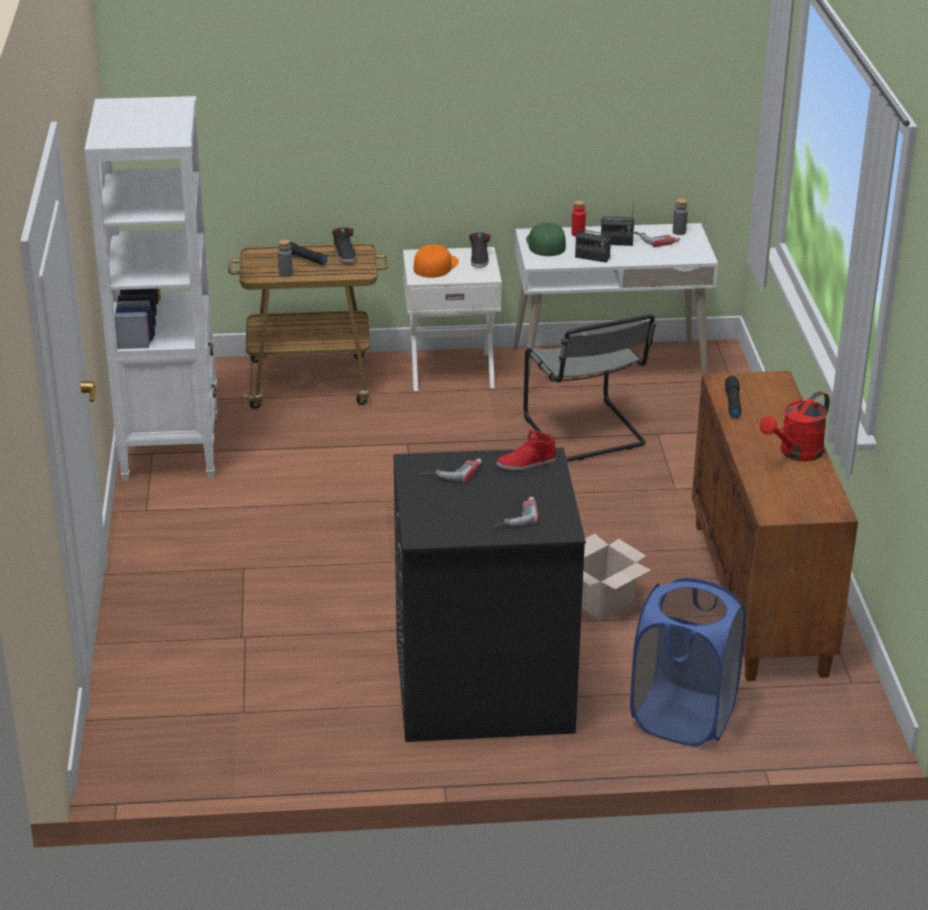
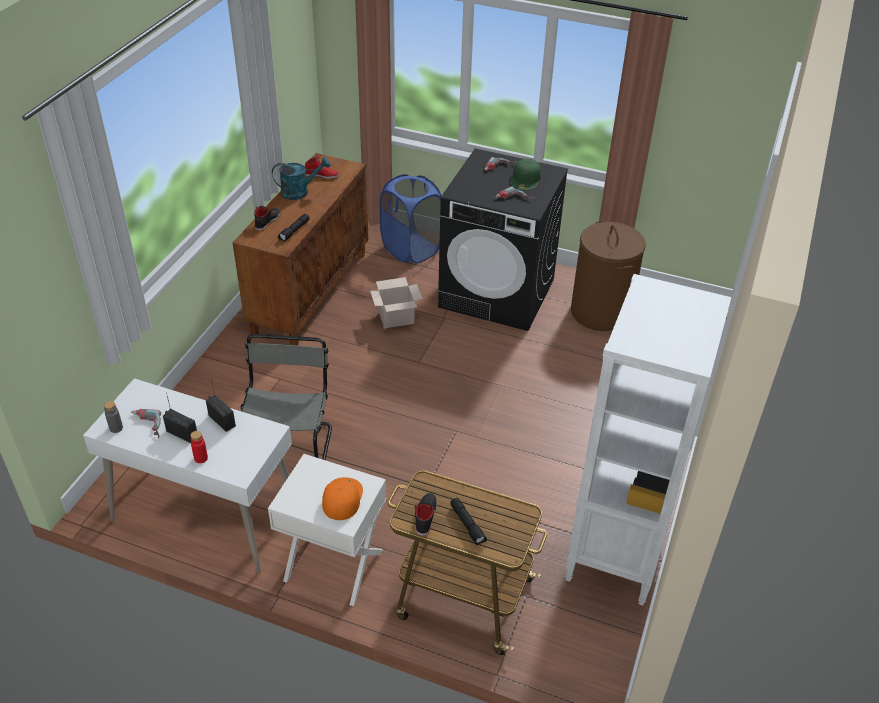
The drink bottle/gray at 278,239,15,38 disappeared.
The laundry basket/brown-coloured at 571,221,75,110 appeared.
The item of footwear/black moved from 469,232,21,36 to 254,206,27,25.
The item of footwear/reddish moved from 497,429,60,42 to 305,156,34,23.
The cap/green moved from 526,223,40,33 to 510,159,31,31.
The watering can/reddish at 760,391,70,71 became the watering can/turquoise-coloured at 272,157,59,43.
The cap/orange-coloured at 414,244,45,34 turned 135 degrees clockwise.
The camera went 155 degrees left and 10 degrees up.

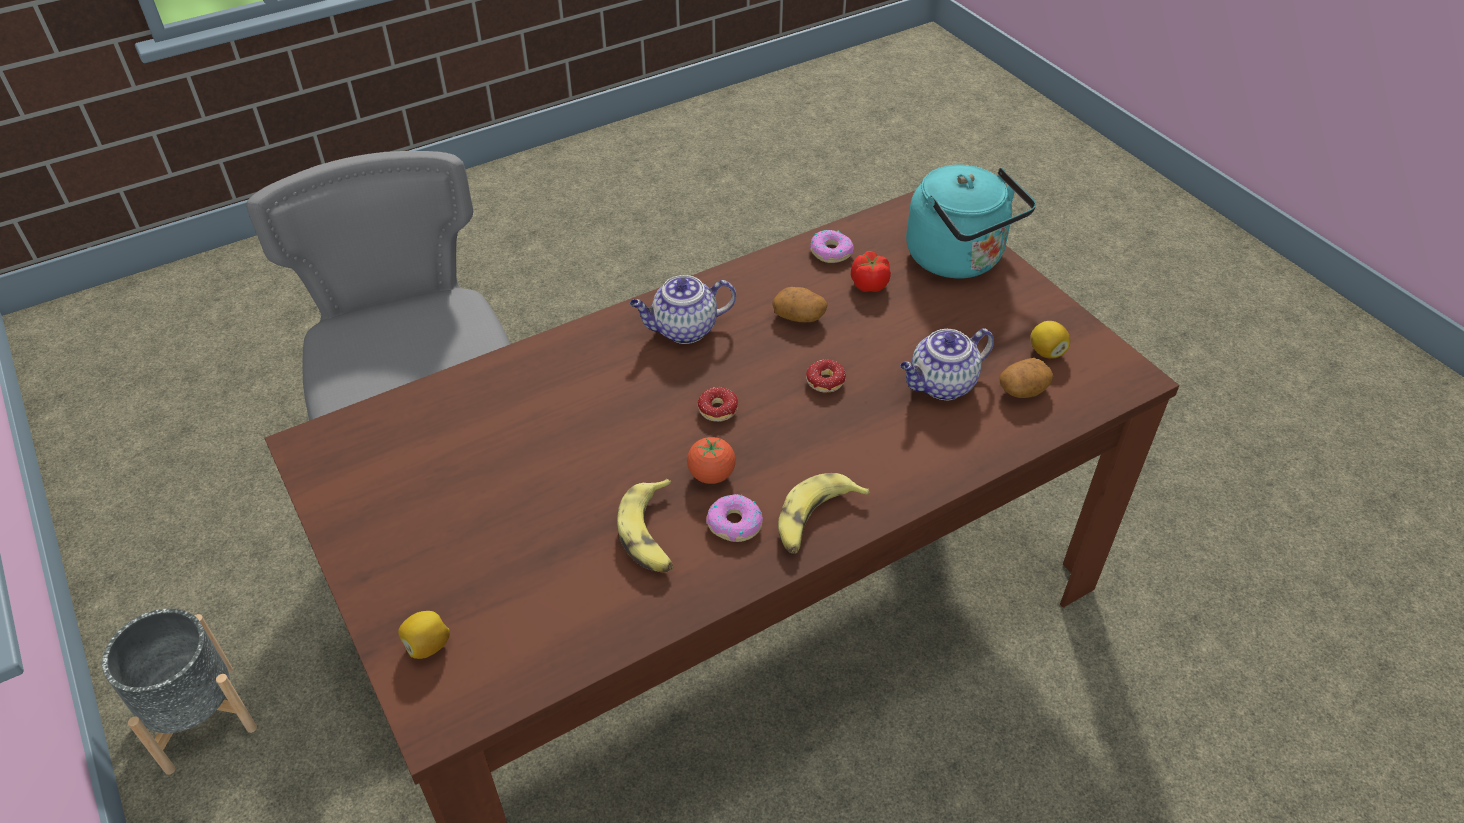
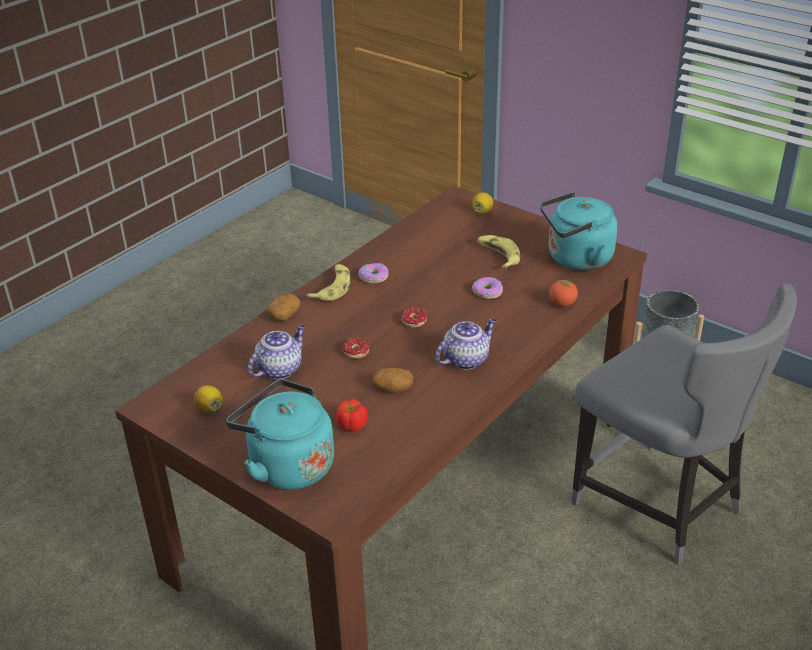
The tea kettle/turquoise-coloured at 540,192,77,79 appeared.
The banana moved from 617,479,56,93 to 477,235,43,34.
The fresh tomato moved from 687,437,49,47 to 549,280,29,27.
The ring doughnut moved from 810,230,44,33 to 472,277,31,22.
The spud moved from 1000,358,53,40 to 267,293,34,28.
The camera went 160 degrees right and 10 degrees down.

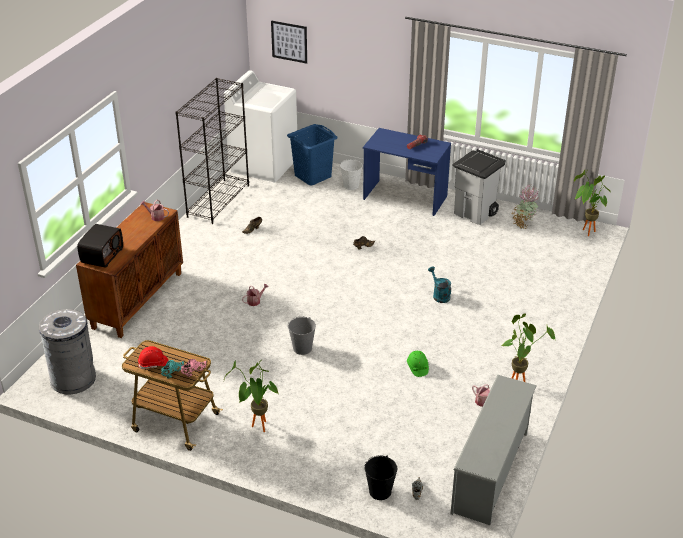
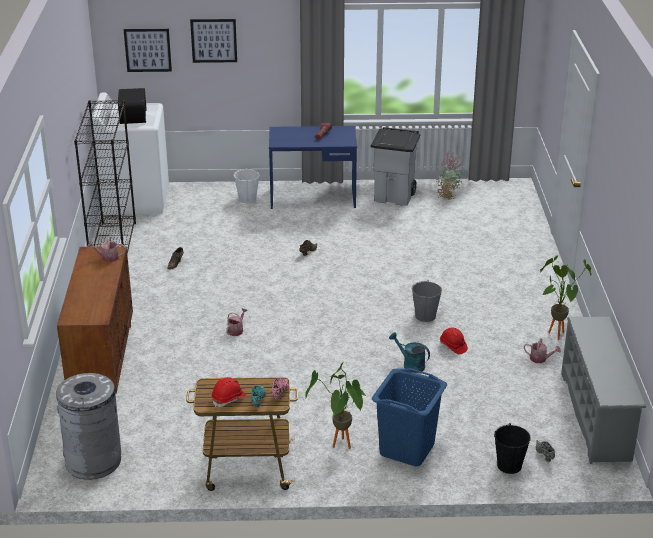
The houseplant at 574,170,36,66 disappeared.
The wall picture at 190,19,47,44 appeared.
The radio receiver moved from 77,224,46,44 to 118,88,29,36.
The laundry basket/blue moved from 287,124,51,61 to 372,368,75,98.
The pail/gray moved from 288,317,28,38 to 412,280,30,42.
The watering can/turquoise-coloured moved from 428,266,23,37 to 389,332,41,41.
The hard hat/green at 407,351,22,26 became the hard hat/reddish at 440,327,28,27.
The camera went 25 degrees left and 5 degrees down.

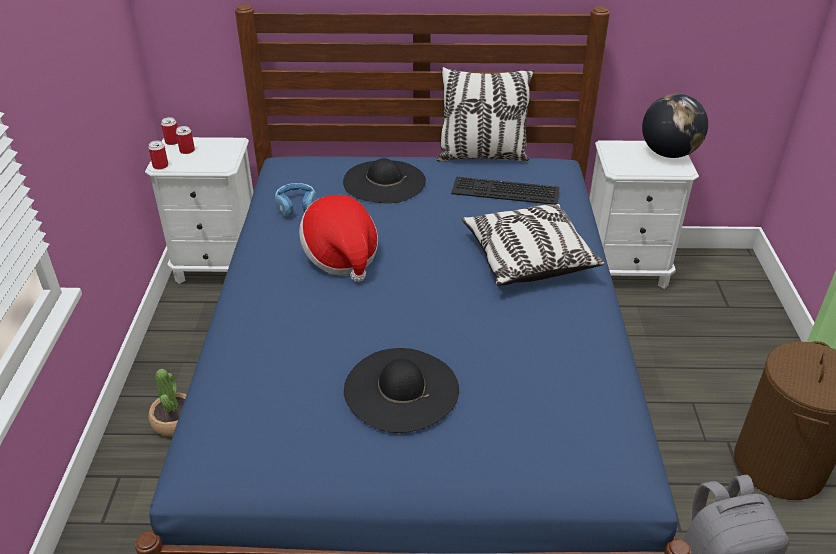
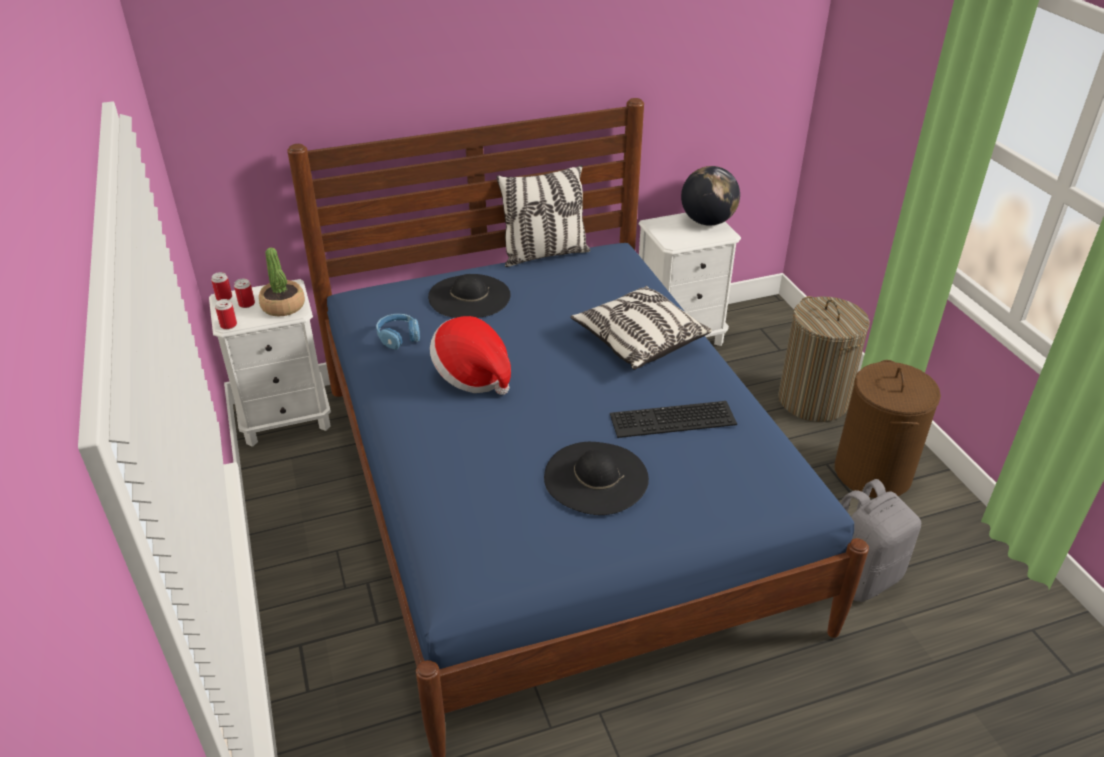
The laundry basket at 778,296,92,126 appeared.
The houseplant moved from 149,369,37,68 to 259,247,46,69.
The computer keyboard moved from 451,177,108,28 to 610,401,127,37.
The camera went 20 degrees left and 0 degrees up.

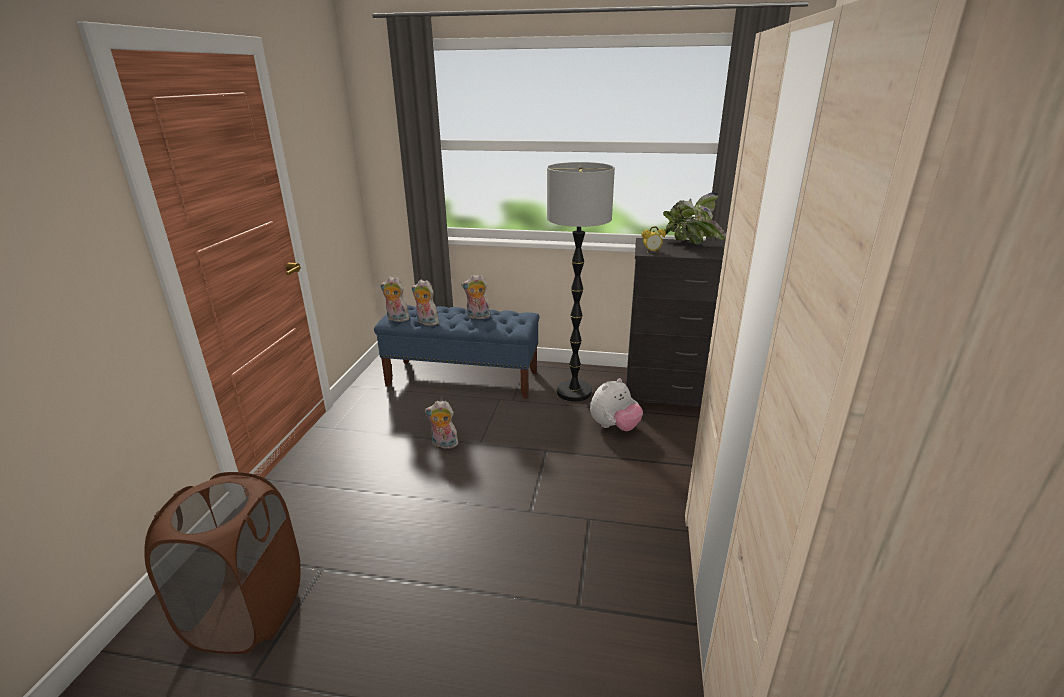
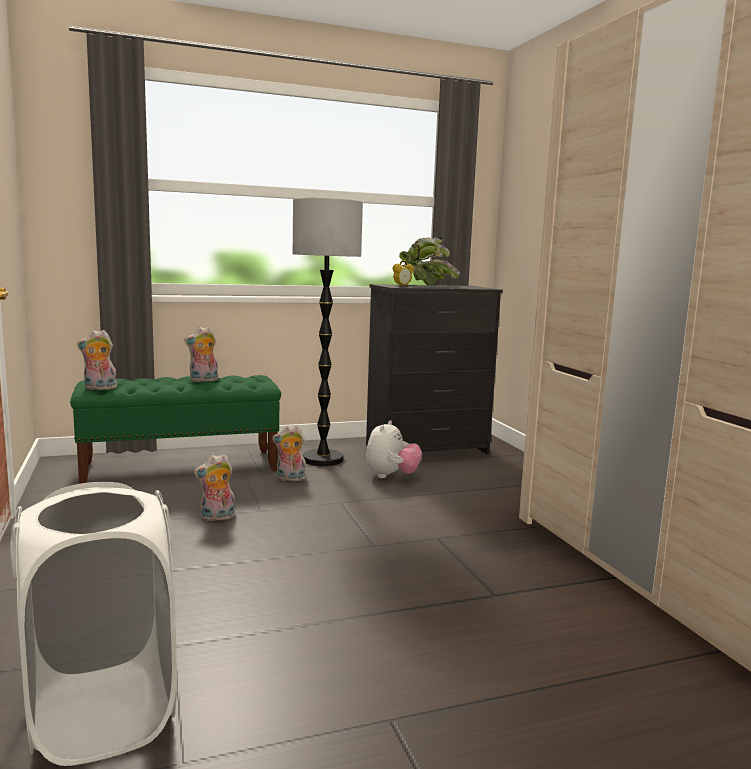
The cuddly toy moved from 412,280,27,46 to 272,425,35,56.
The laundry basket/brown-coloured at 144,472,156,182 became the laundry basket/white at 10,482,167,284.
The indoor bench/blue at 374,305,166,94 became the indoor bench/green at 70,375,211,109.
The camera went 30 degrees left and 15 degrees down.

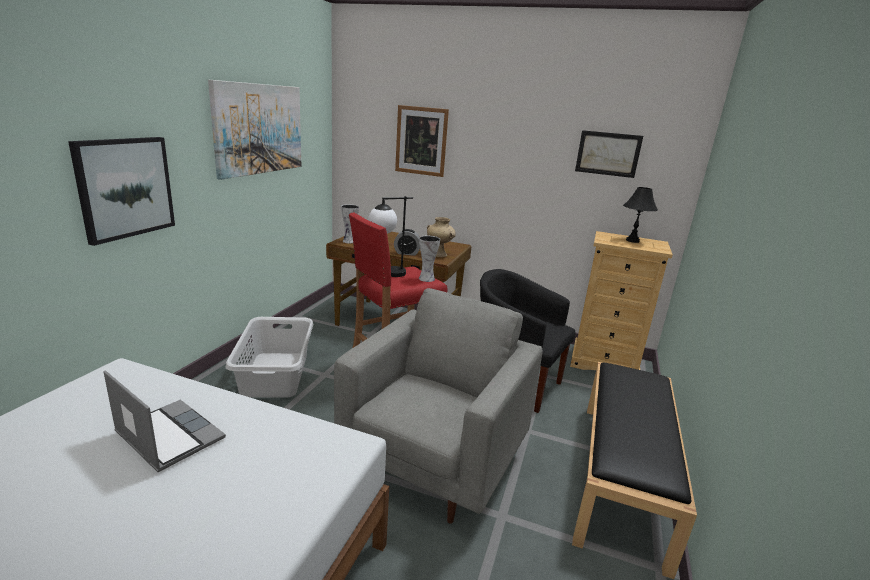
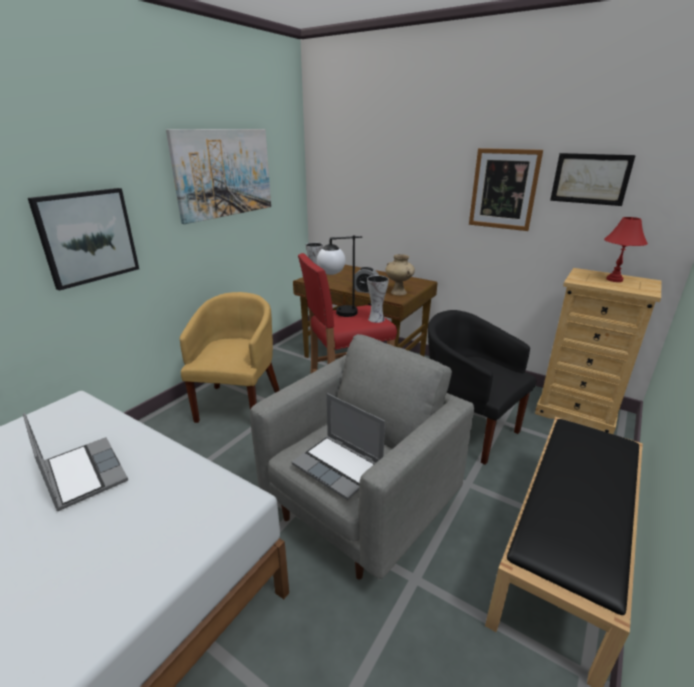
The laptop at 292,393,93,107 appeared.
The wall picture moved from 395,105,54,72 to 469,148,74,83.
The laundry basket/gray at 226,317,87,81 was replaced by the armchair/yellowish at 179,292,101,131.
The table lamp/black at 623,187,35,56 became the table lamp/reddish at 604,217,44,65.
The camera went 15 degrees right and 5 degrees up.

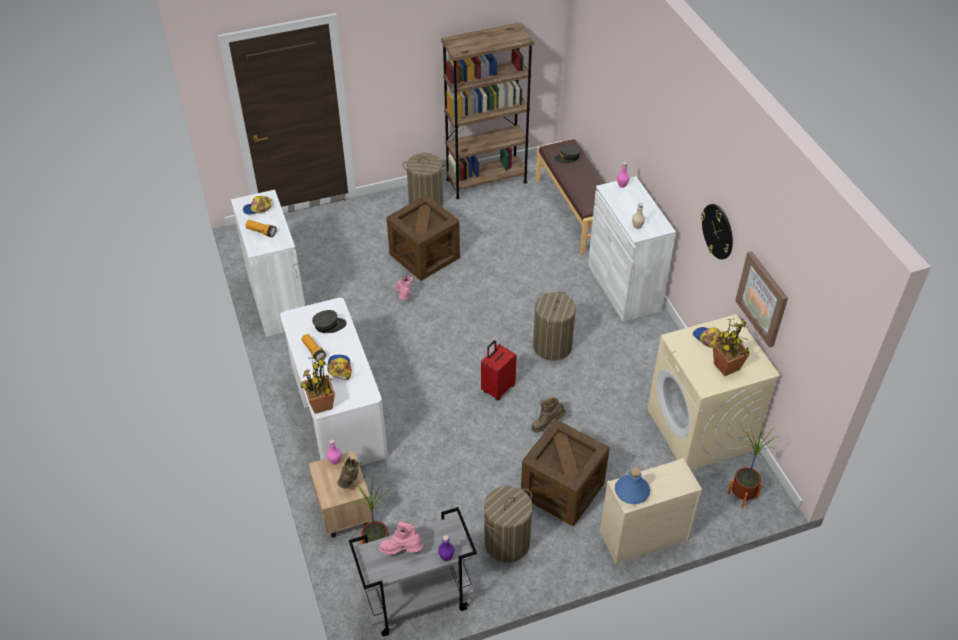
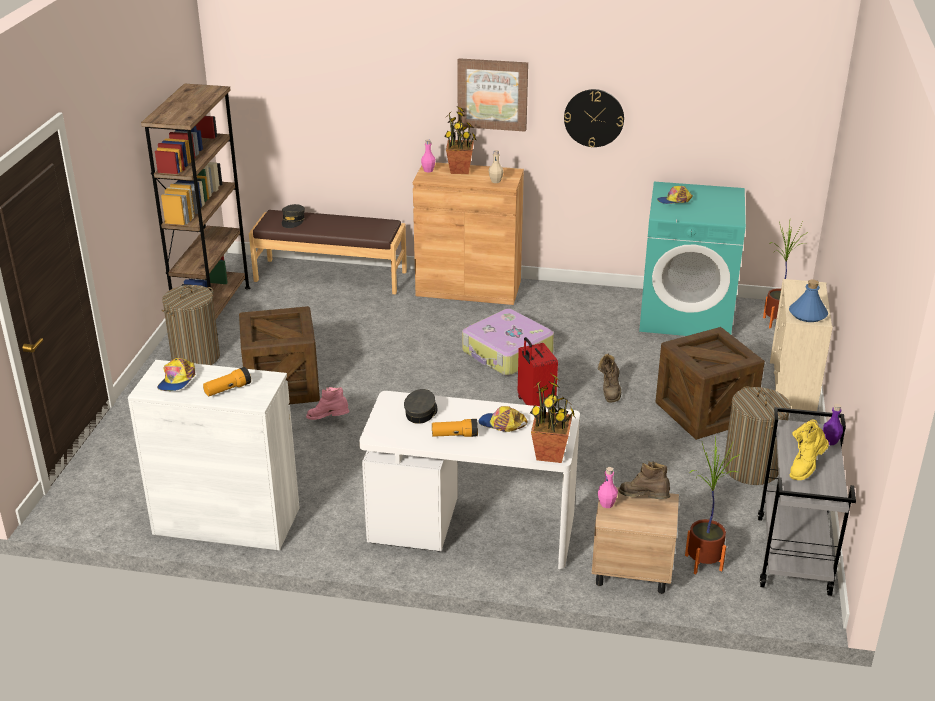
The houseplant moved from 712,318,38,58 to 444,107,33,67.
The wall picture moved from 735,251,53,97 to 457,58,71,74.
The laundry basket at 533,291,43,70 was replaced by the travel case at 462,309,92,67.
The high-top boot/pink-coloured at 379,522,44,33 became the high-top boot/yellowish at 790,420,39,60.
The cabinet/white at 588,176,88,146 became the cabinet/brown-coloured at 413,162,111,143.
The laundry appliance/beige at 647,314,133,156 became the laundry appliance/turquoise-coloured at 639,182,107,154.
The camera went 60 degrees left and 15 degrees down.

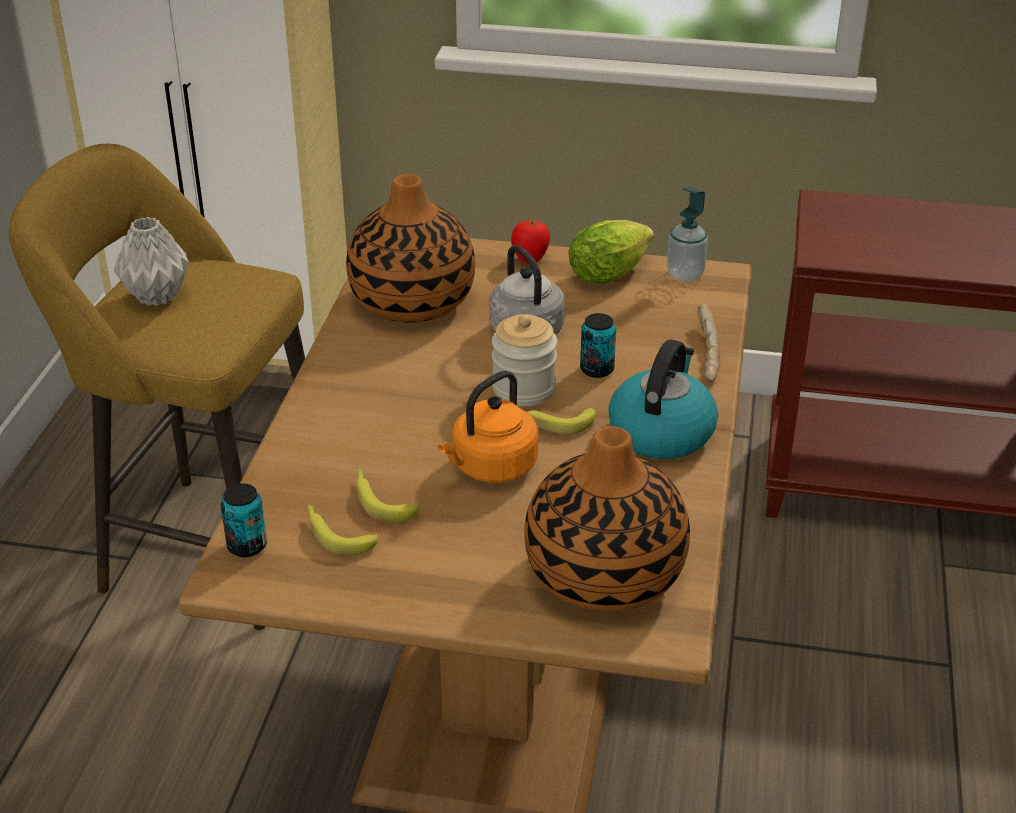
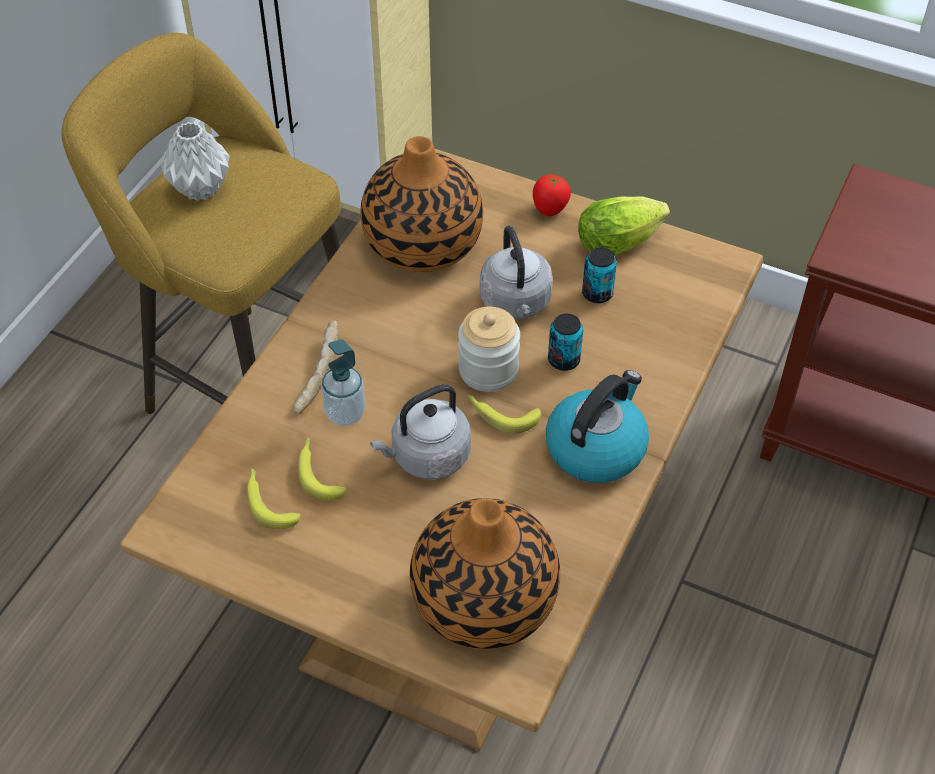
The metal can moved from 221,483,46,74 to 582,247,35,56.
The soap dispenser moved from 667,187,41,95 to 321,339,44,87.
The baked bread moved from 698,303,22,79 to 293,320,46,94.
The tea kettle/orange-coloured at 438,371,100,112 became the tea kettle/gray at 370,384,101,95.
The camera went 15 degrees right and 15 degrees up.

